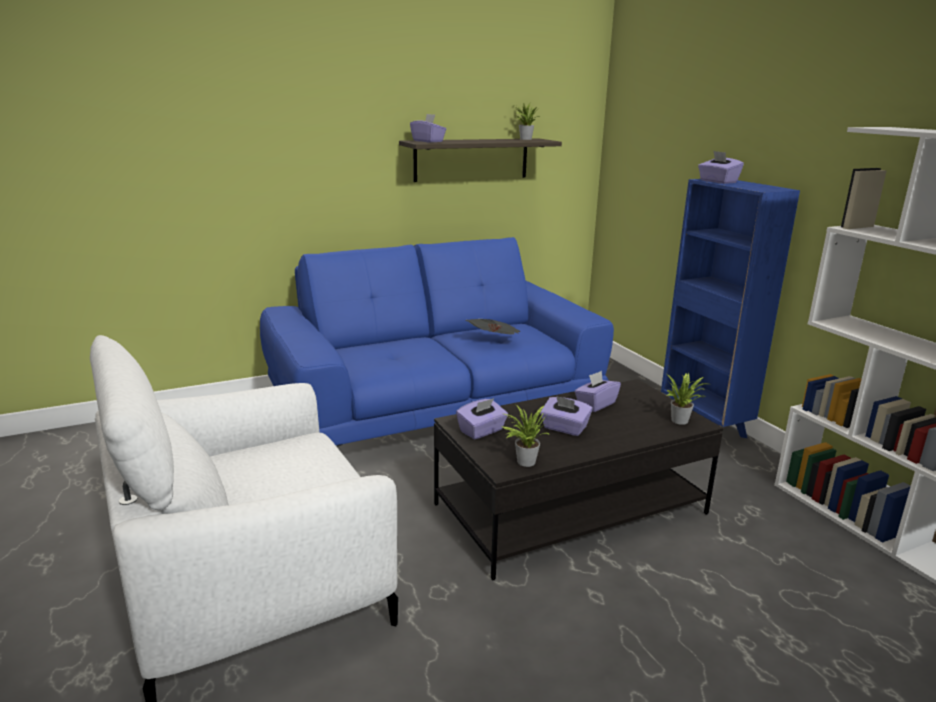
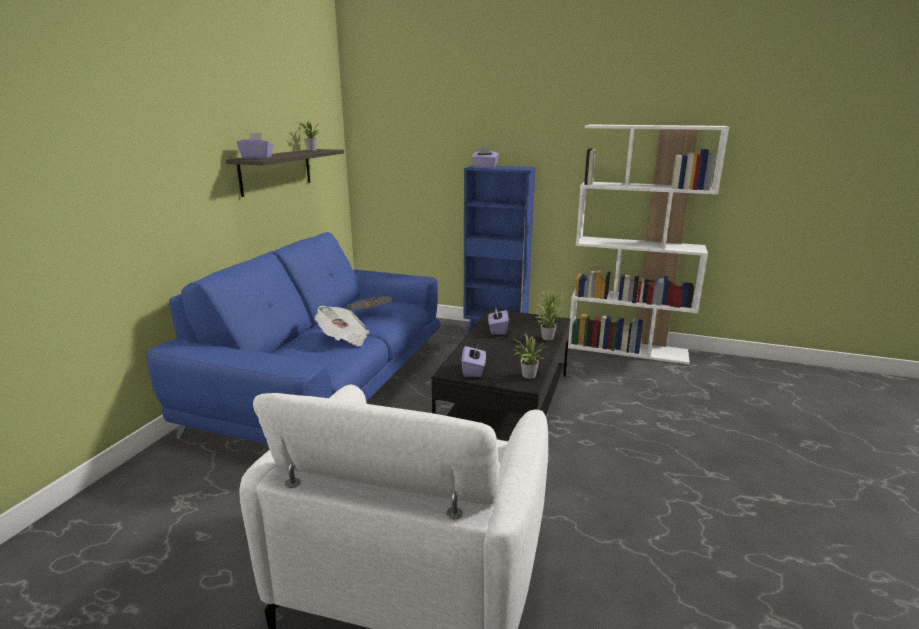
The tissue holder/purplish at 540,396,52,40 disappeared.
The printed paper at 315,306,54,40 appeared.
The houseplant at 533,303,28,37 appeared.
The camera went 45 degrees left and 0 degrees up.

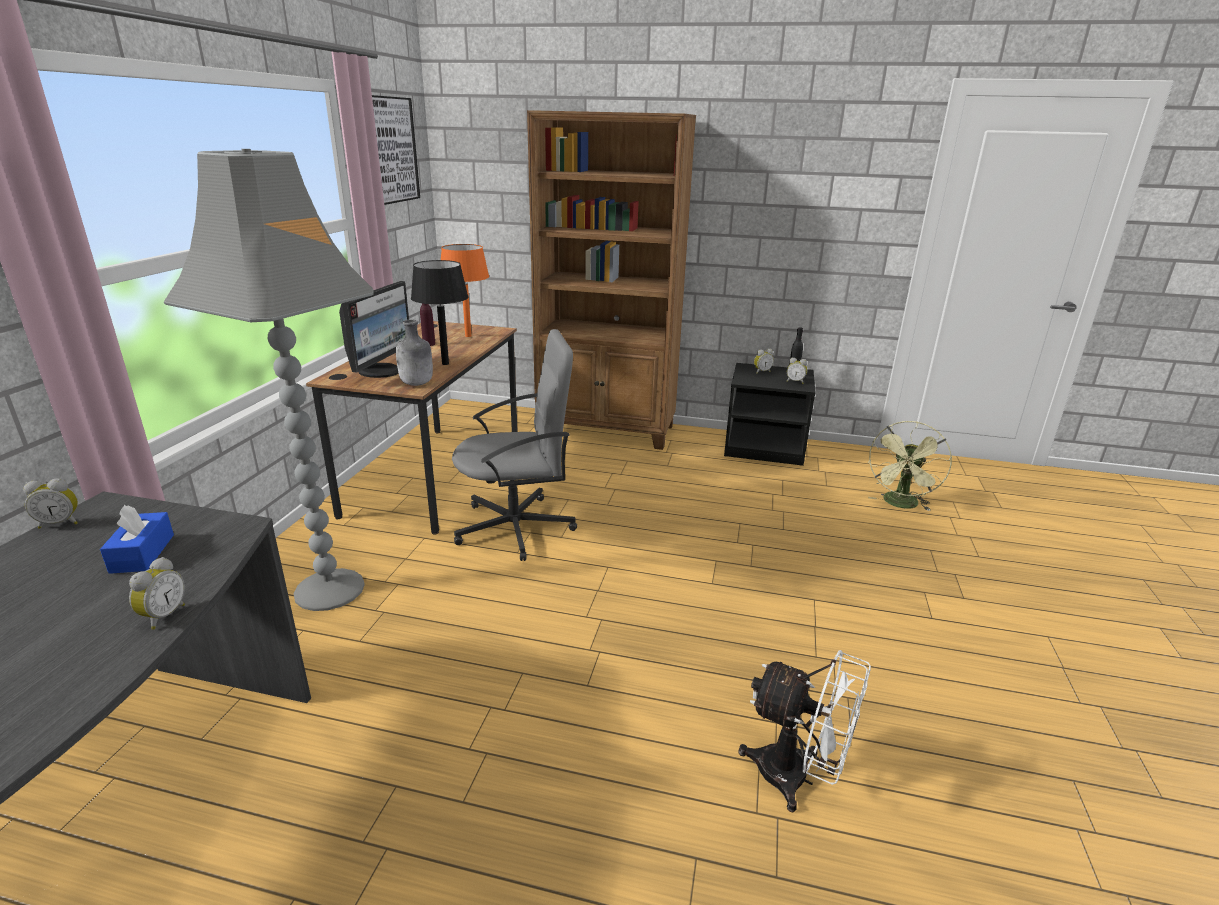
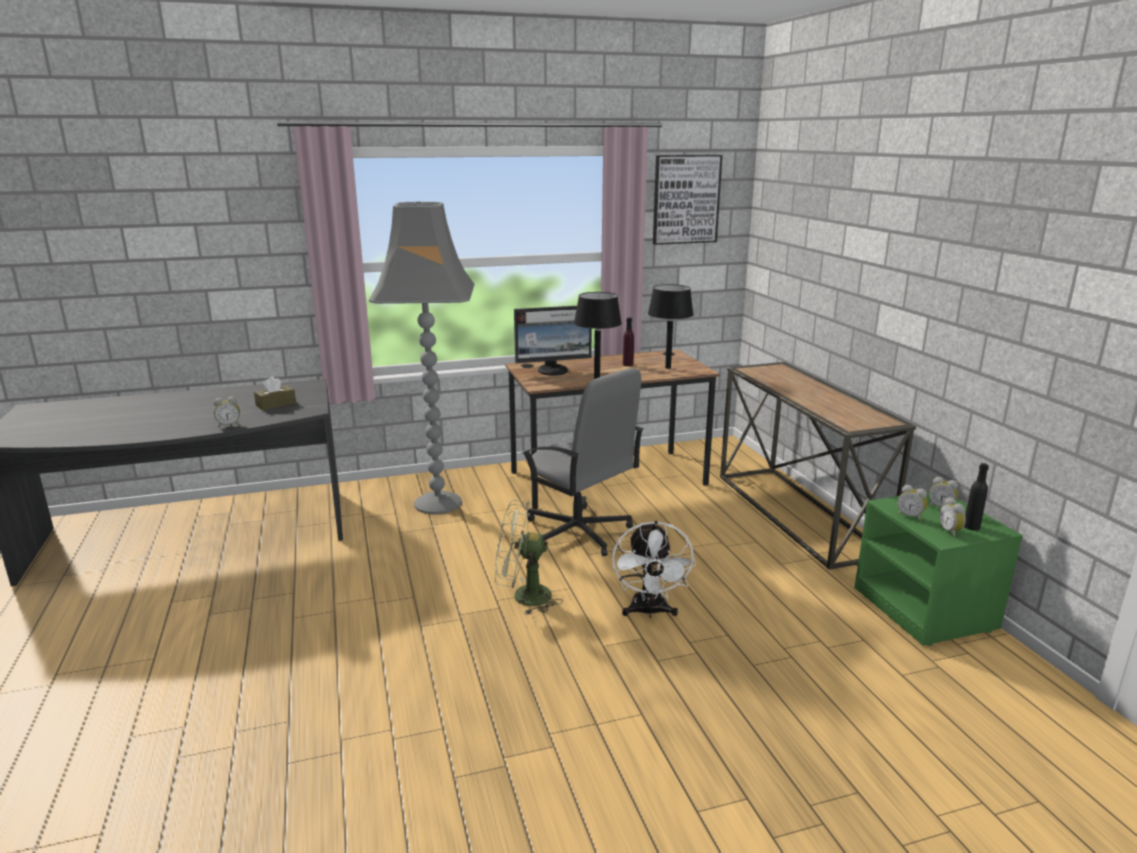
The drink bottle/gray at 396,320,37,66 disappeared.
The bedside clock moved from 23,478,55,51 to 898,485,29,36.
The electric fan/white moved from 738,650,133,163 to 612,521,84,97.
The electric fan/green moved from 867,421,85,90 to 495,500,68,115.
The bookcase/brown-coloured at 527,110,169,340 was replaced by the narrow table at 720,362,196,208.
The tissue holder/blue at 100,505,74,69 became the tissue holder/brown-coloured at 254,376,42,35.
The table lamp/orange-coloured at 441,244,48,93 became the table lamp/black at 648,284,46,85.
The night table/black at 724,363,92,103 became the night table/green at 854,491,169,155.
The camera went 60 degrees right and 5 degrees down.

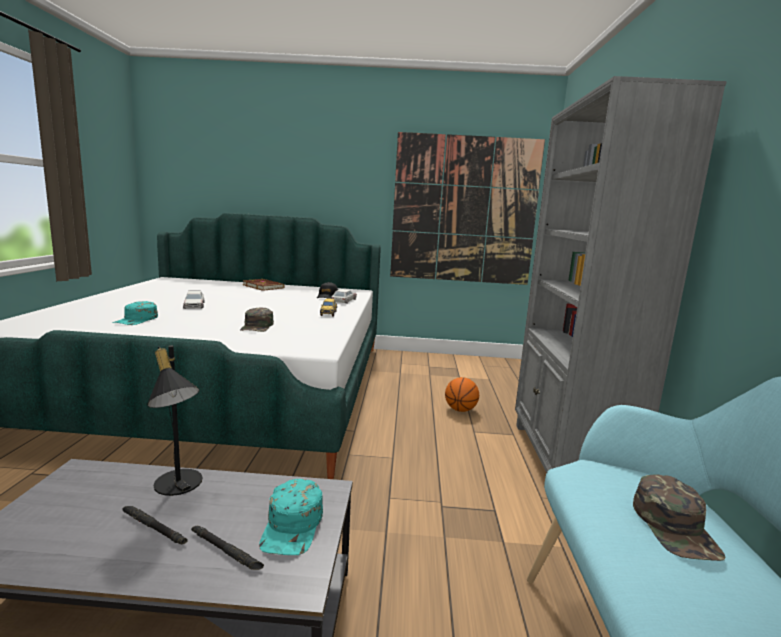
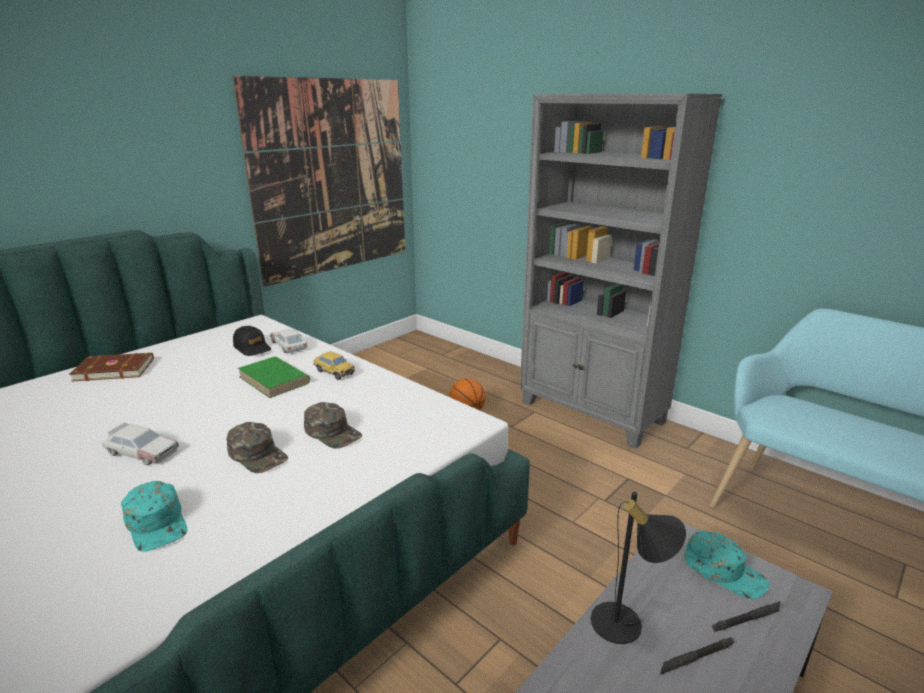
The book/green at 238,357,72,41 appeared.
The cap/green moved from 633,474,92,87 to 227,422,61,51.
The camera went 50 degrees left and 10 degrees up.

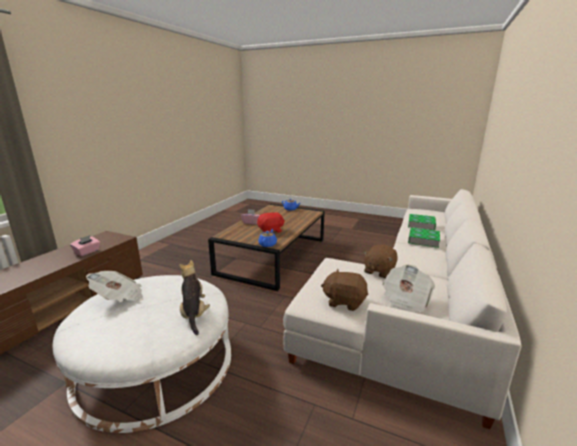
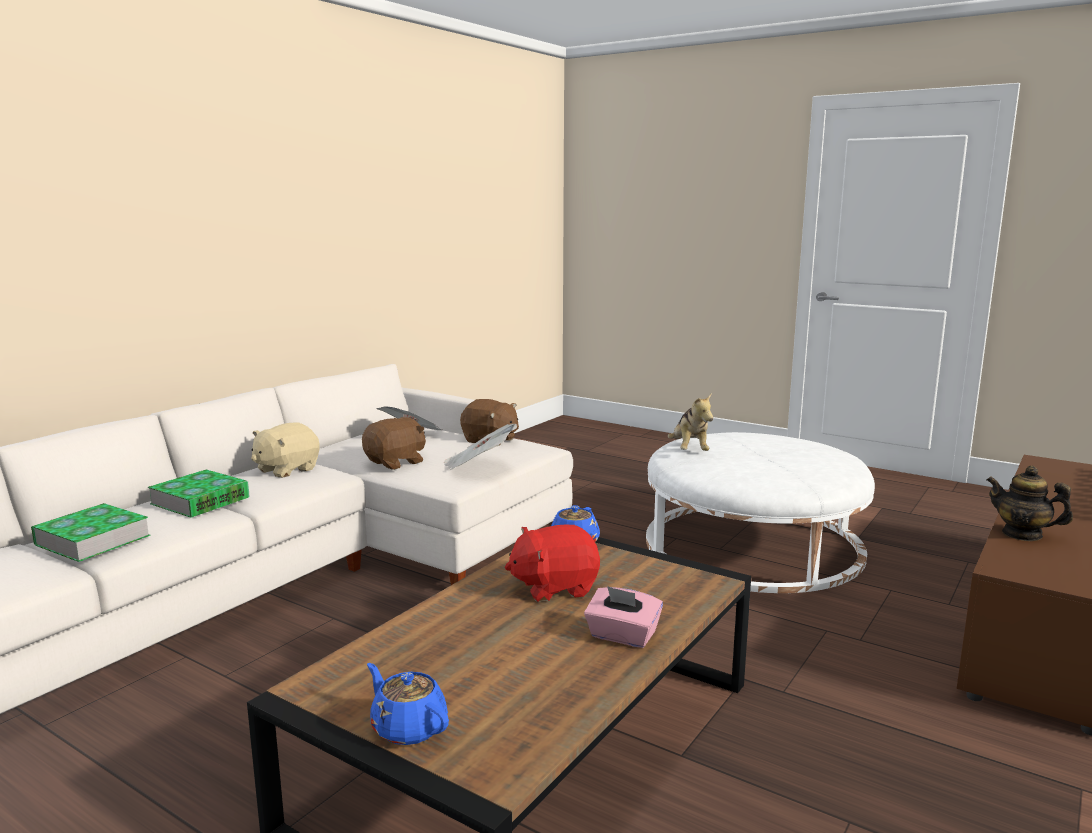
The cuddly toy/beige at 251,422,69,56 appeared.
The printed paper moved from 86,271,57,31 to 444,424,73,46.
The tissue holder/pink-coloured at 70,235,30,21 was replaced by the tea pot at 986,466,87,75.
The camera went 170 degrees left and 5 degrees down.

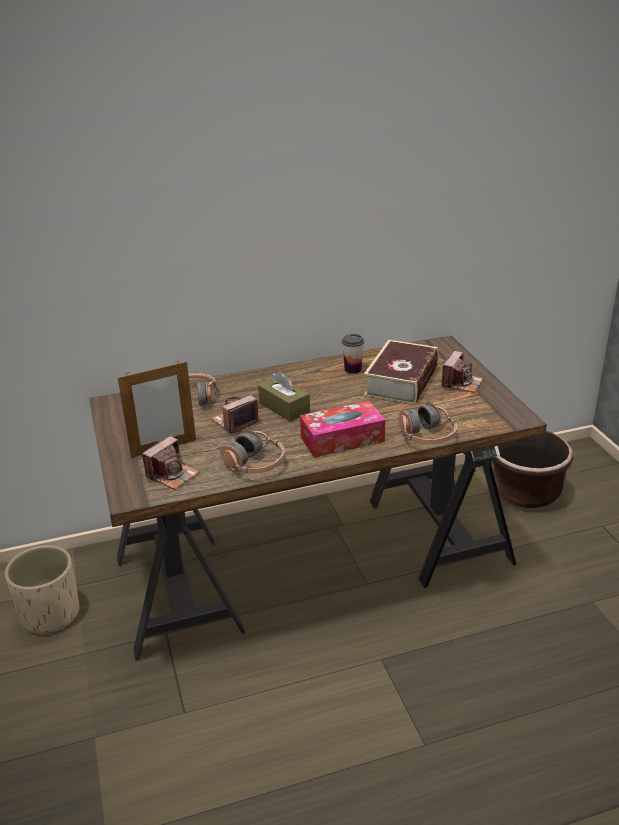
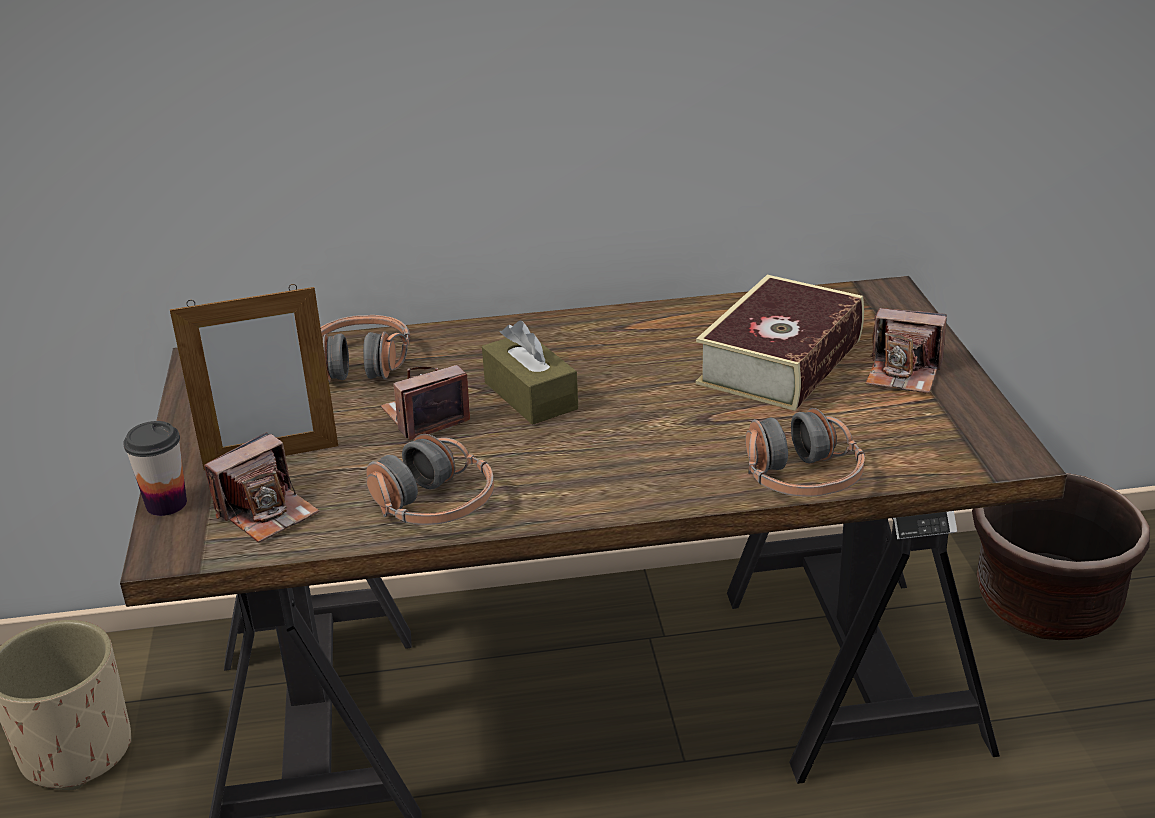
The tissue holder at 300,401,85,57 disappeared.
The drinking cup moved from 342,334,22,40 to 123,421,64,95.
The photo camera at 441,351,42,42 turned 75 degrees clockwise.
The camera went 10 degrees right and 0 degrees up.

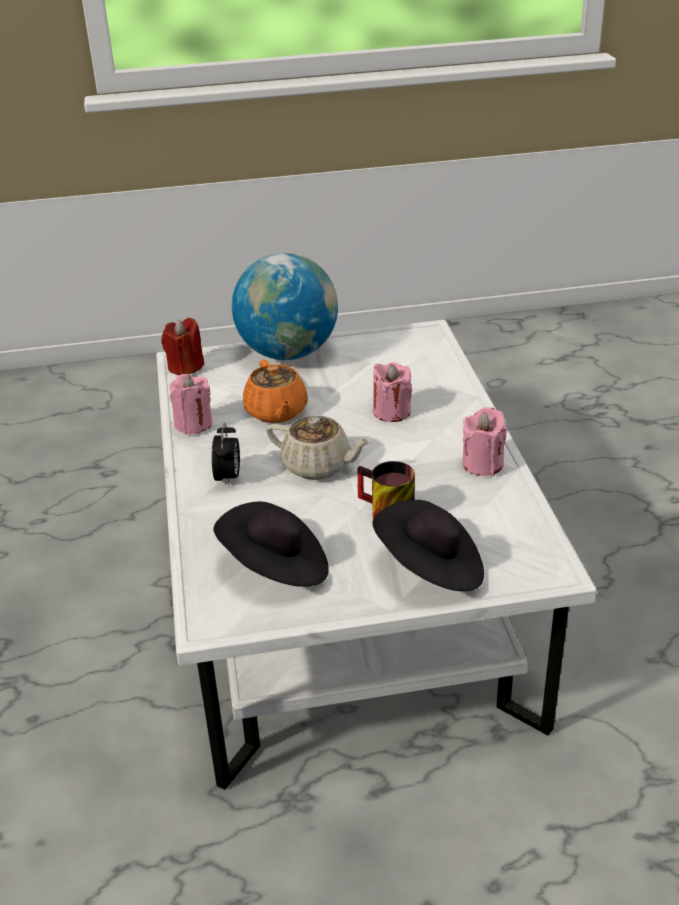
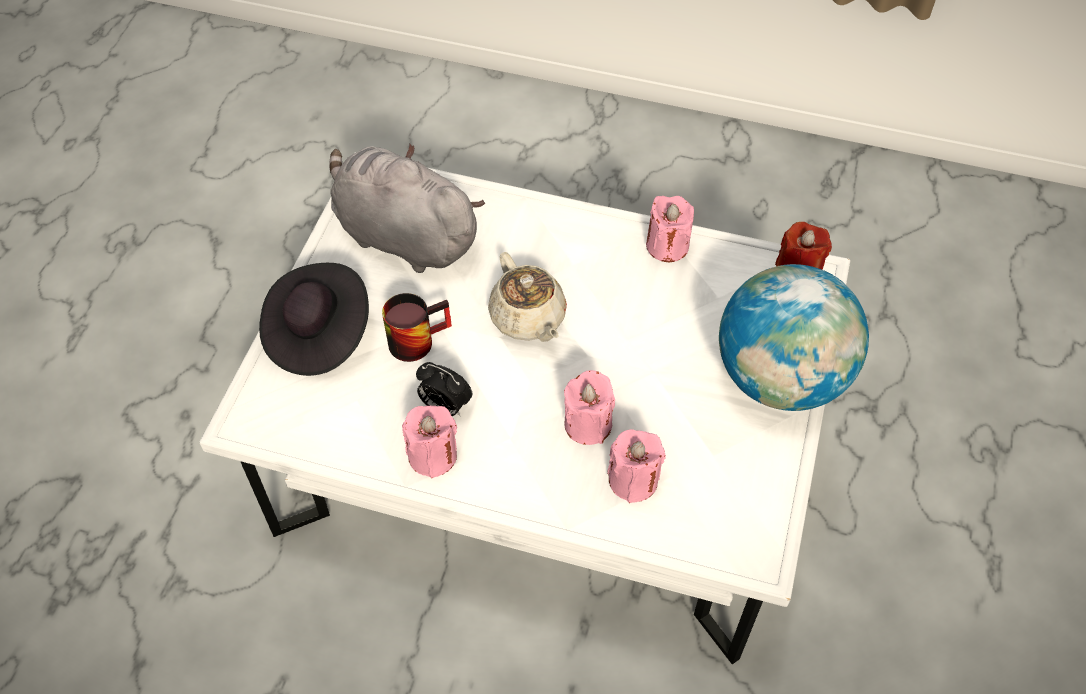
The tea pot/orange-coloured at 243,360,65,63 disappeared.
The wax candle/pink-coloured at 607,429,59,74 appeared.
The bedside clock moved from 212,423,28,64 to 416,362,56,54.
The clothing hat/black at 213,501,116,86 was replaced by the cuddly toy/gray at 329,144,156,129.
The tea pot/beige at 266,415,106,65 turned 75 degrees counterclockwise.
The camera went 115 degrees right and 20 degrees up.

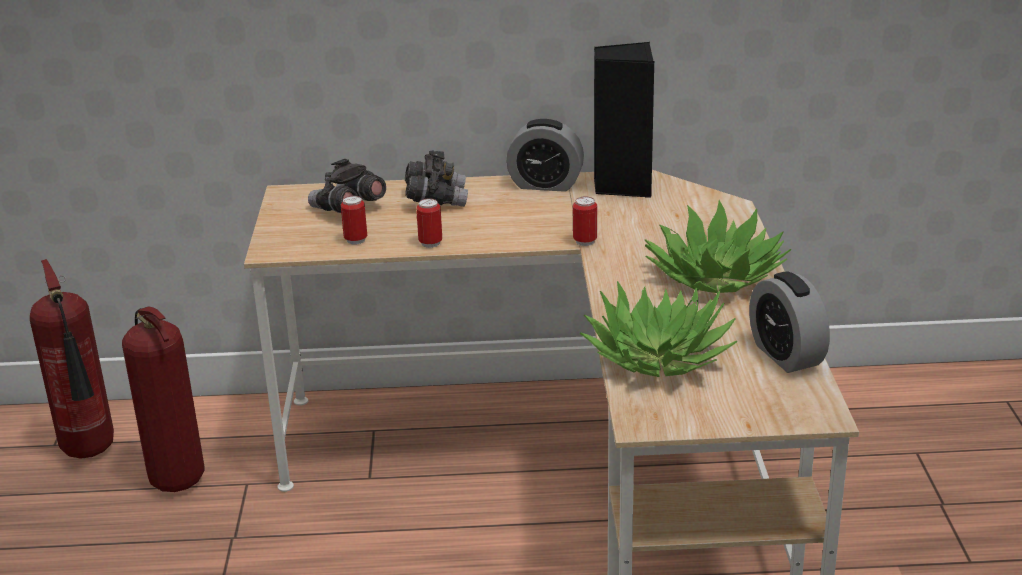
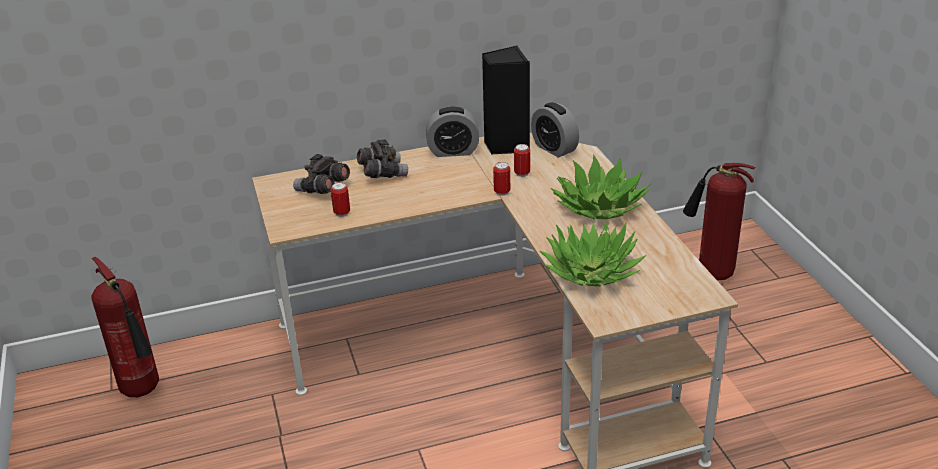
The extinguisher moved from 122,306,83,186 to 683,163,72,118.
The metal can moved from 416,198,26,50 to 514,144,16,33.
The bedside clock moved from 749,271,81,102 to 531,102,48,56.
The camera went 15 degrees left and 5 degrees up.

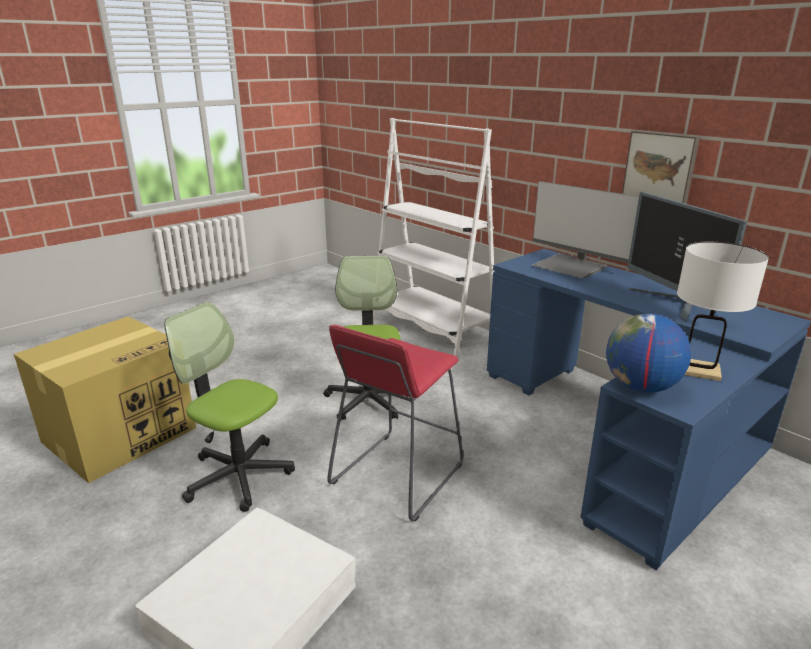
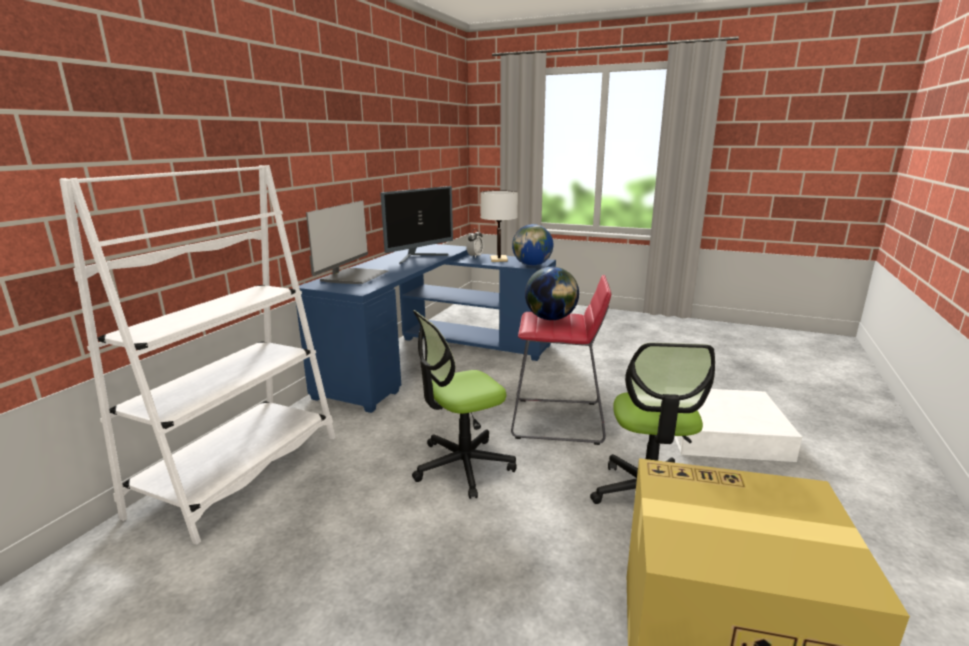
The wall picture at 622,131,78,73 disappeared.
The bedside clock at 466,229,17,29 appeared.
The world globe at 525,267,54,53 appeared.
The camera went 115 degrees left and 5 degrees down.

